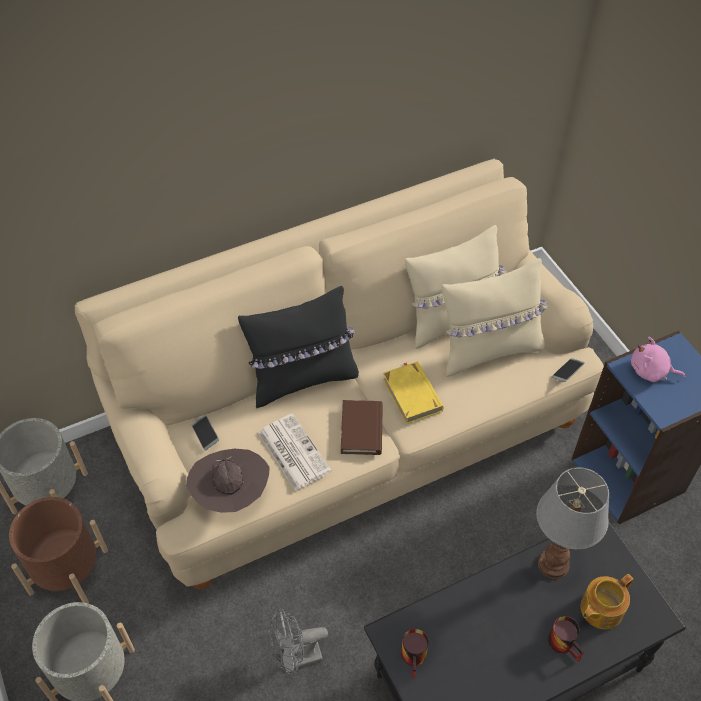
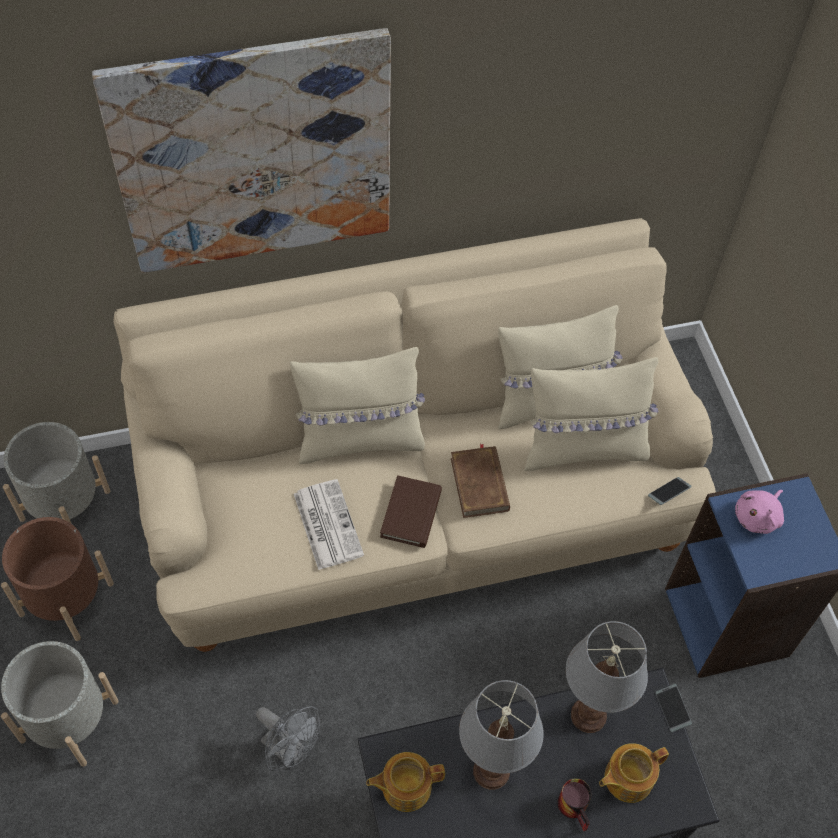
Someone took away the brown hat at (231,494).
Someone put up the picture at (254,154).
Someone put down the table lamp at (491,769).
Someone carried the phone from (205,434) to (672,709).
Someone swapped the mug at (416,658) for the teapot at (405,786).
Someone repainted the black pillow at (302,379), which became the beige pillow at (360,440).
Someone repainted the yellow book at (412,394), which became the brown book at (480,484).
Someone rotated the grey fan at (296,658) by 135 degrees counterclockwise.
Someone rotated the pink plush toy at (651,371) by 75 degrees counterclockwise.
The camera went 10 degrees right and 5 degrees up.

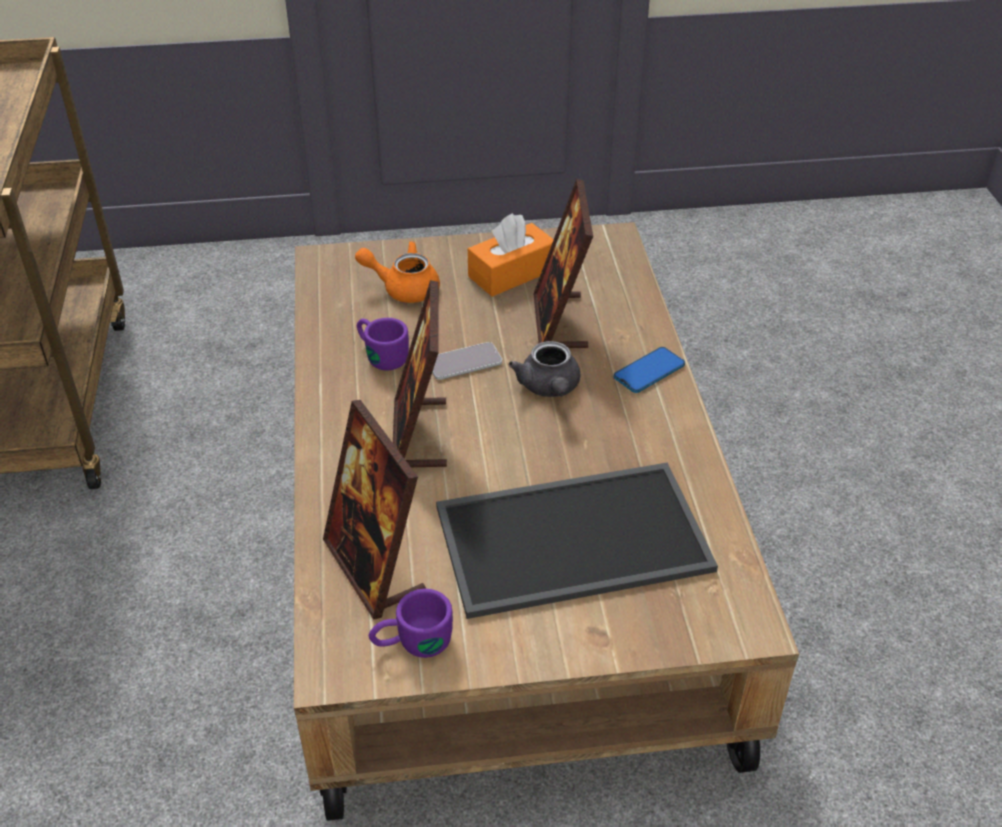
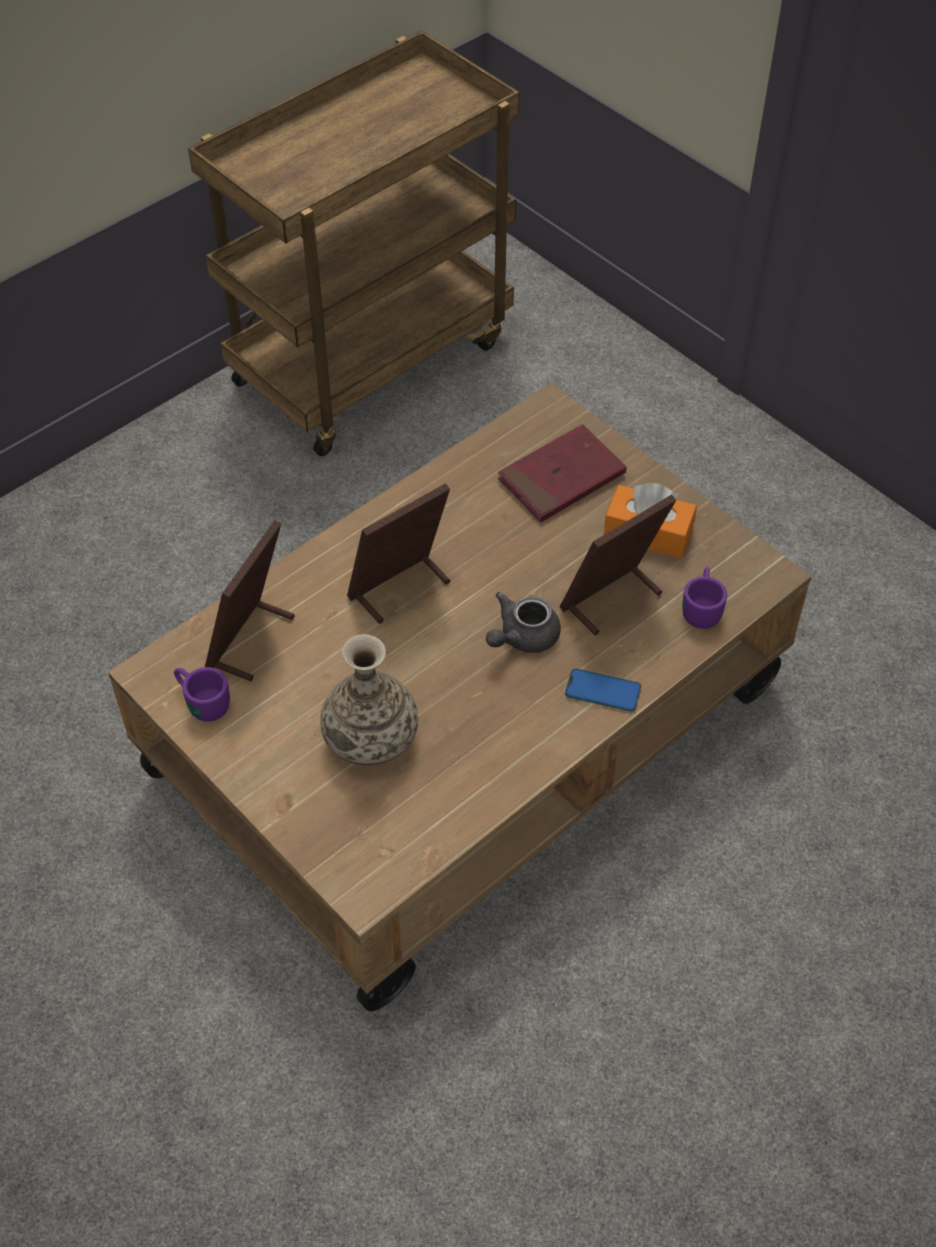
Someone took away the phone at (464,362).
Someone carried the purple mug from (380,355) to (702,606).
Someone swapped the orange teapot at (403,288) for the red book at (561,478).
Someone swapped the tray at (574,535) for the vase at (371,738).
The camera went 55 degrees right and 10 degrees up.

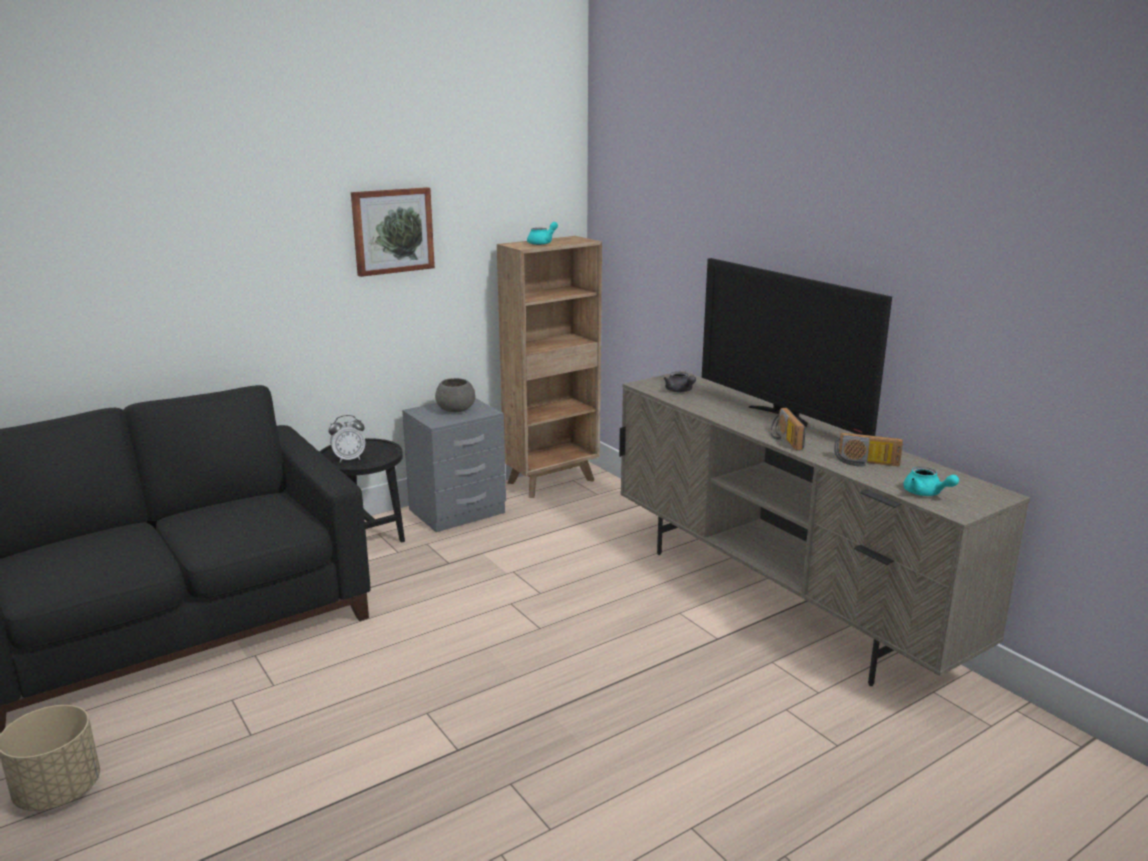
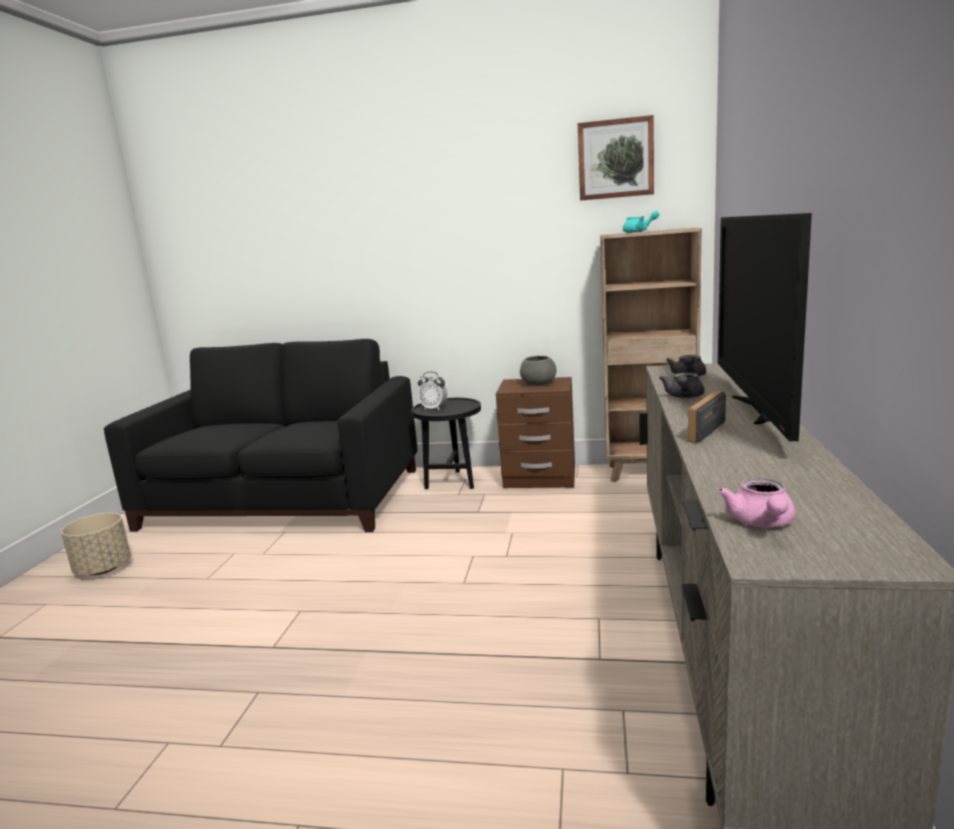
Someone took away the radio at (865,463).
Someone put down the grey teapot at (684,397).
Someone carried the picture from (392,231) to (615,159).
Someone repainted the grey nightstand at (457,512), which became the brown nightstand at (540,478).
Someone repainted the turquoise teapot at (926,493), which became the pink teapot at (761,523).
The camera went 45 degrees right and 5 degrees down.

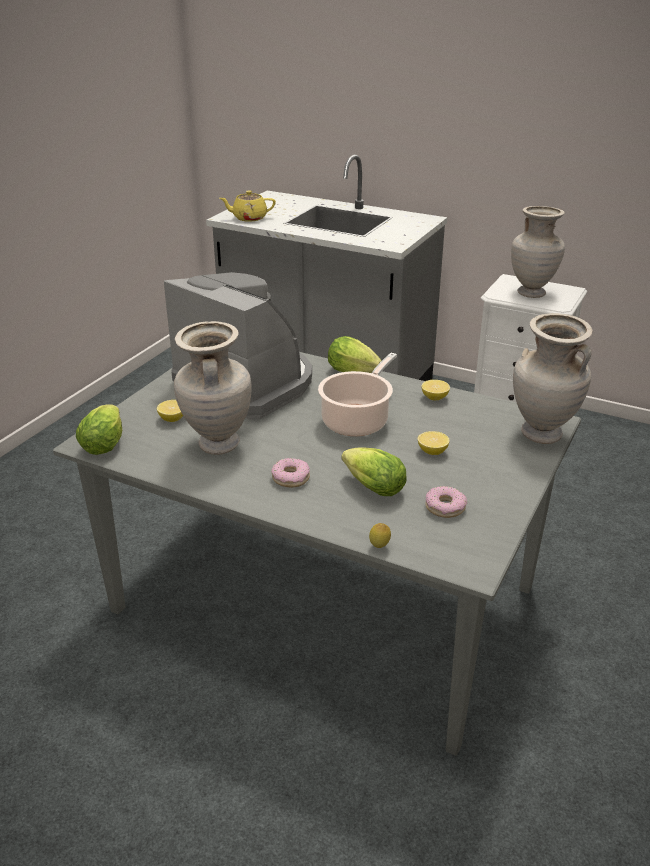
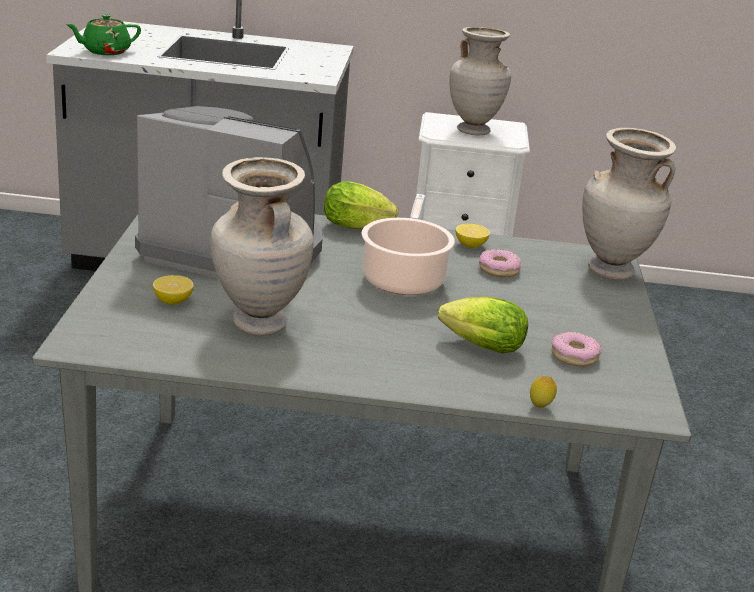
Someone took away the lettuce at (105,443).
Someone took away the lemon at (432,452).
Someone carried the donut from (291,478) to (499,269).
Someone repainted the yellow teapot at (249,218), which became the green teapot at (105,51).
The camera went 25 degrees left and 5 degrees down.

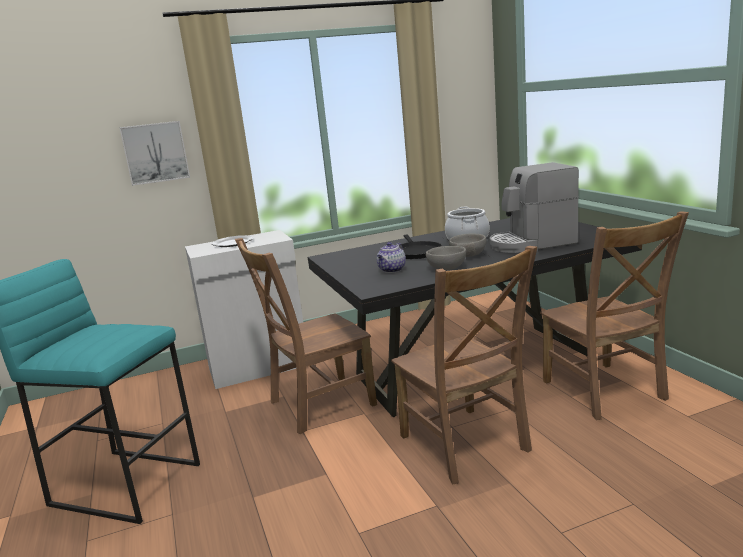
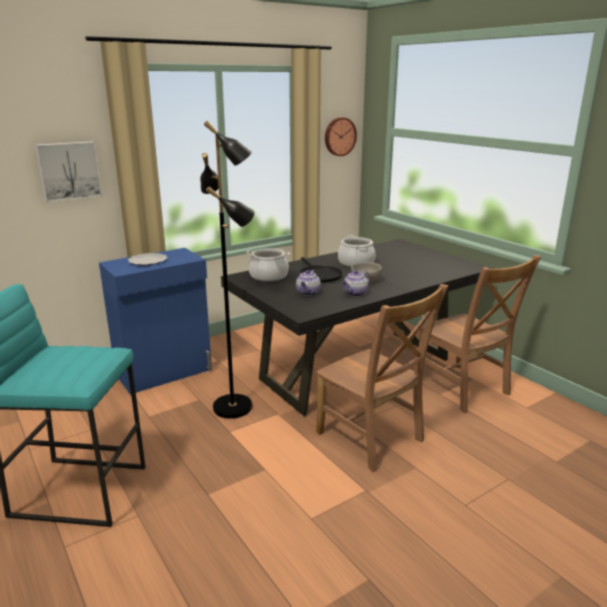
Someone took away the coffee machine at (531,243).
Someone put down the cooking pot at (268,276).
Someone put up the wall clock at (339,136).
Someone swapped the brown chair at (318,405) for the black floor lamp at (234,407).
Someone swapped the grey bowl at (446,268) for the teapot at (355,293).
Someone repainted the white cabinet at (260,367), which became the blue cabinet at (165,372).
The camera went 15 degrees left and 5 degrees up.

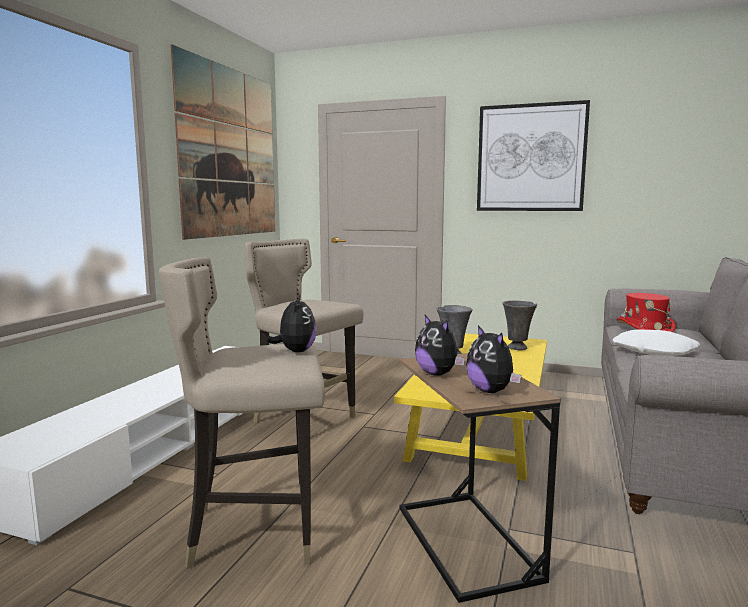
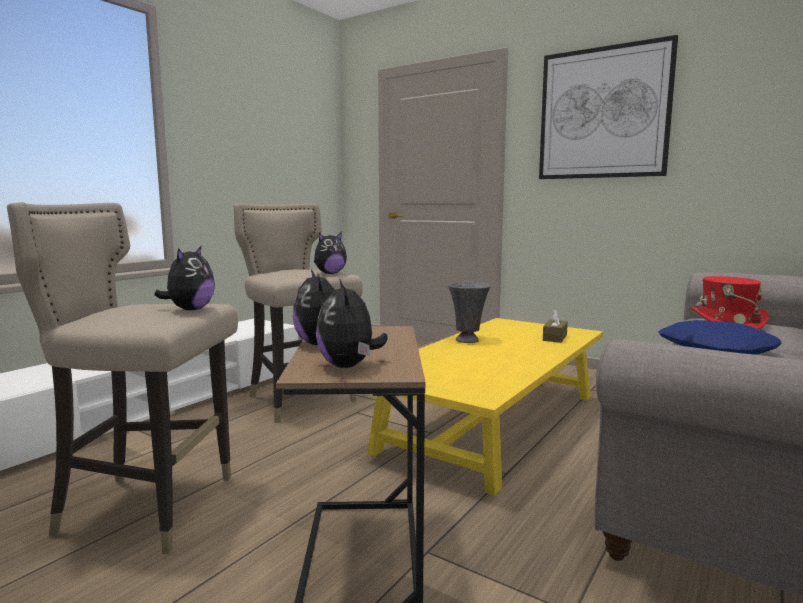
Someone took away the picture at (230,153).
Someone put down the plush toy at (330,273).
Someone swapped the grey vase at (517,348) for the brown tissue box at (554,338).
Someone repainted the white pillow at (654,351), which became the blue pillow at (715,349).
The camera went 15 degrees right and 0 degrees up.

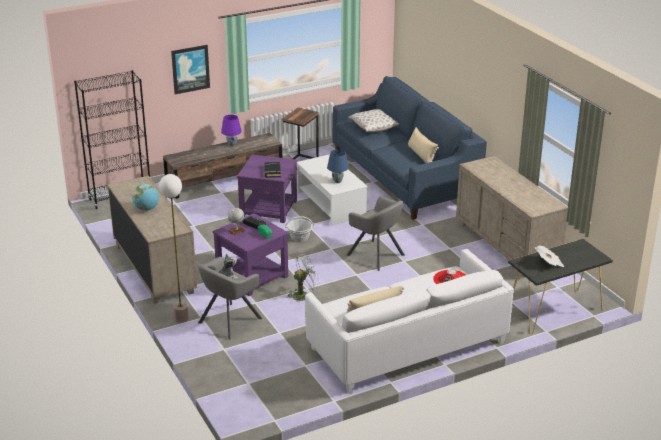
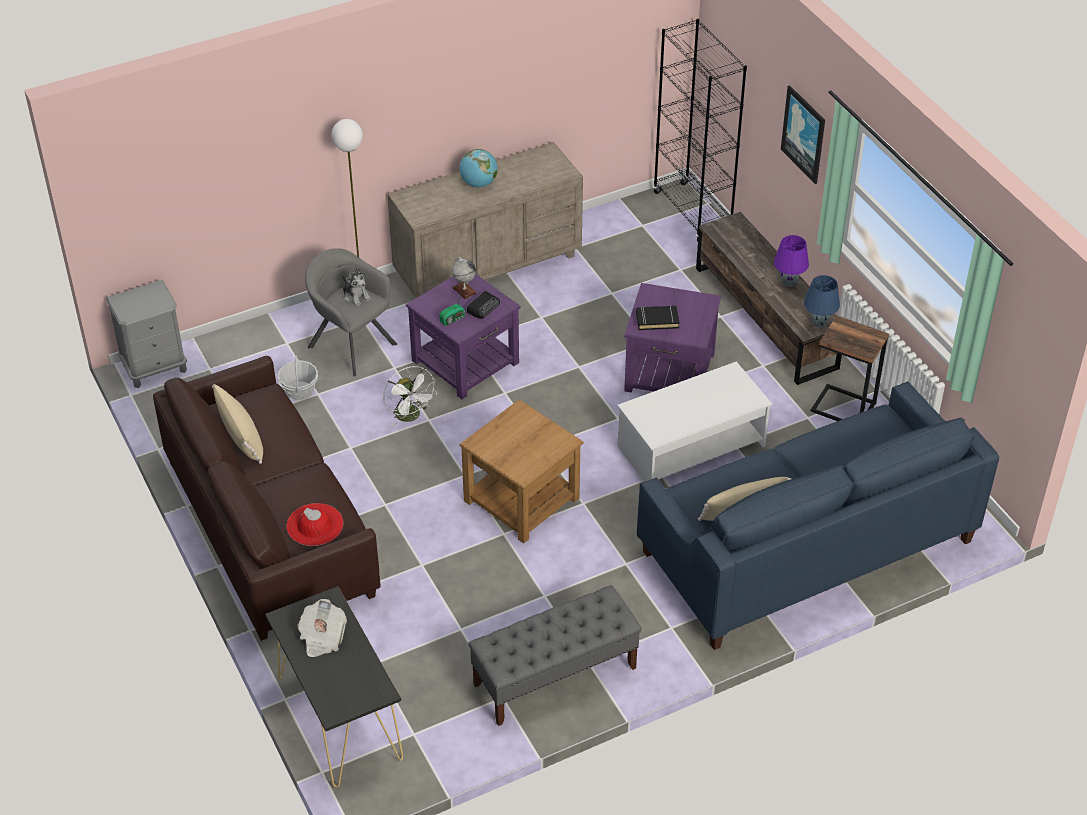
Someone took away the pillow at (373,128).
Someone put down the grey nightstand at (155,367).
Someone carried the basket from (299,237) to (299,390).
Someone carried the blue table lamp from (338,181) to (818,323).
Someone swapped the grey armchair at (375,255) for the brown side table at (522,499).
Someone swapped the beige dresser at (506,245) for the grey bench at (554,676).
Someone repainted the white sofa at (406,345), which became the brown sofa at (270,526).
The camera went 90 degrees right and 15 degrees up.

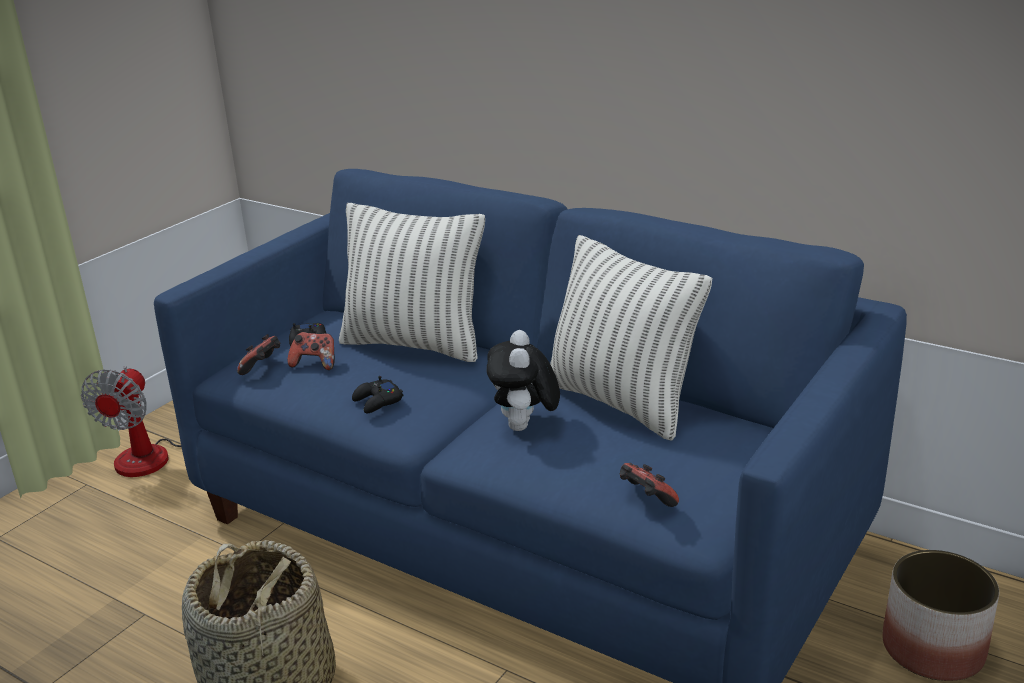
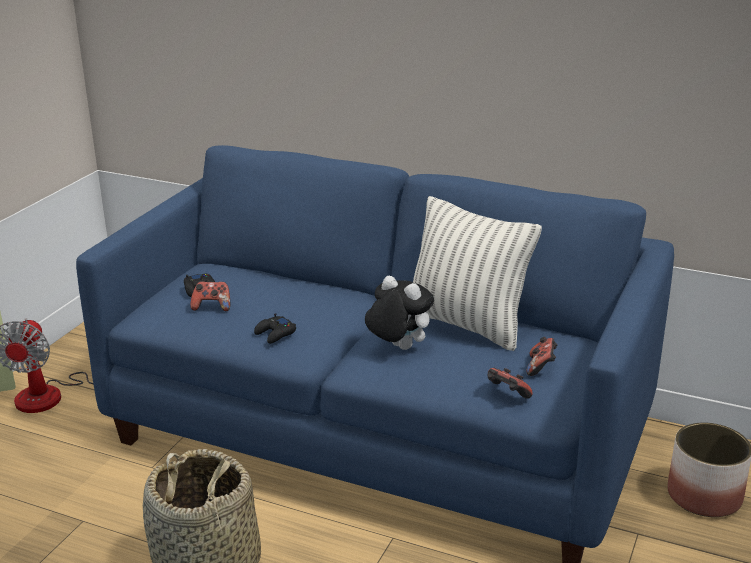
Someone took away the pillow at (415,344).
Someone carried the game controller from (262,367) to (541,367).
Someone rotated the plush toy at (524,427) by 135 degrees clockwise.
The camera went 10 degrees left and 0 degrees up.

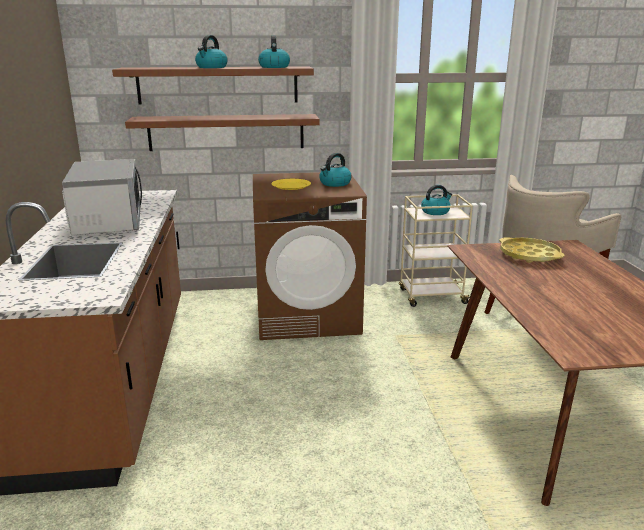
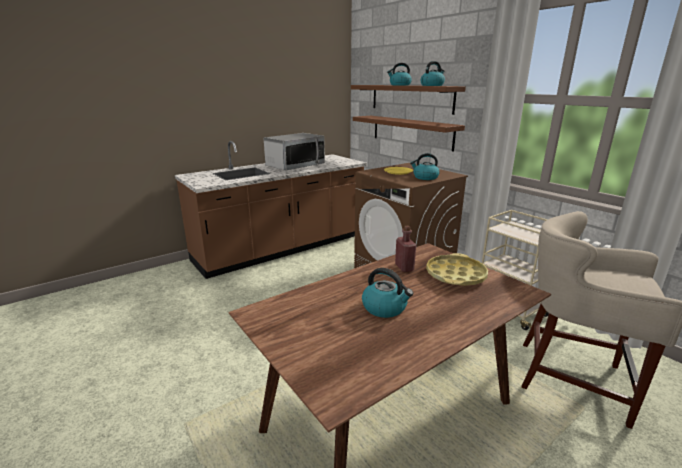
Someone put down the red bottle at (404,267).
Someone carried the kettle from (435,212) to (385,308).
The camera went 60 degrees right and 0 degrees up.

